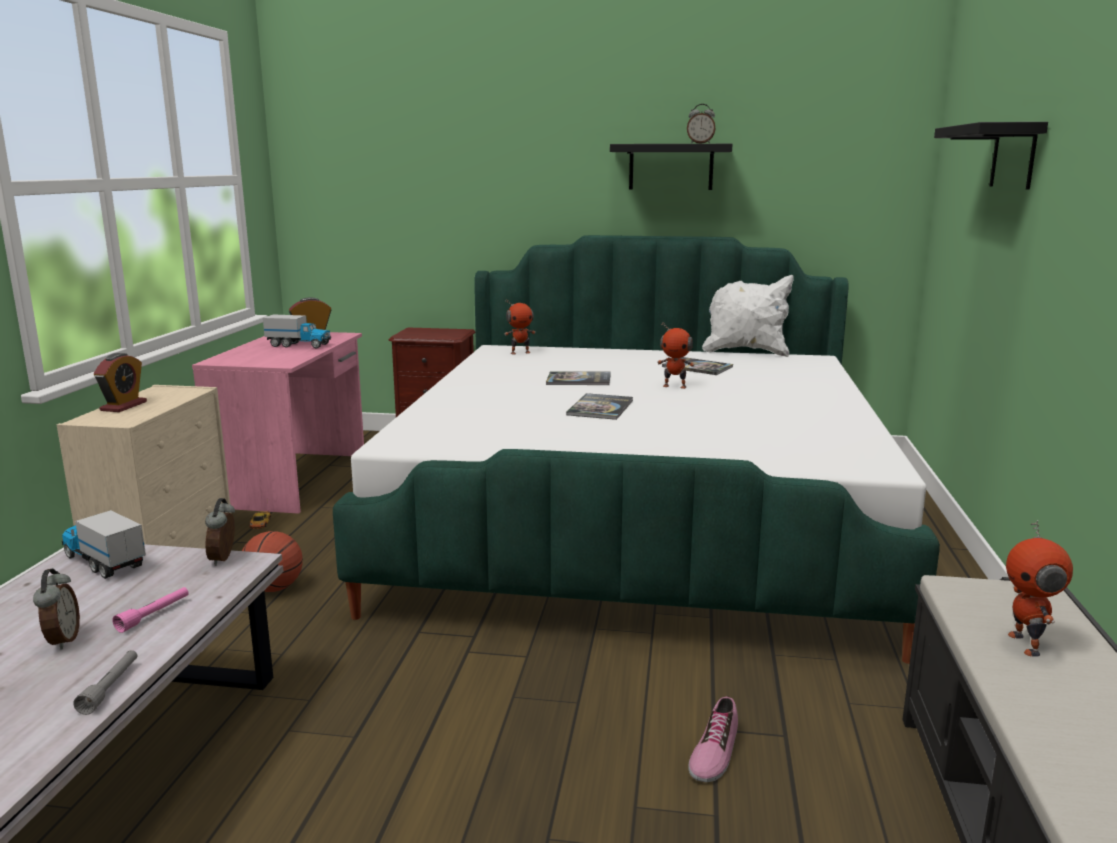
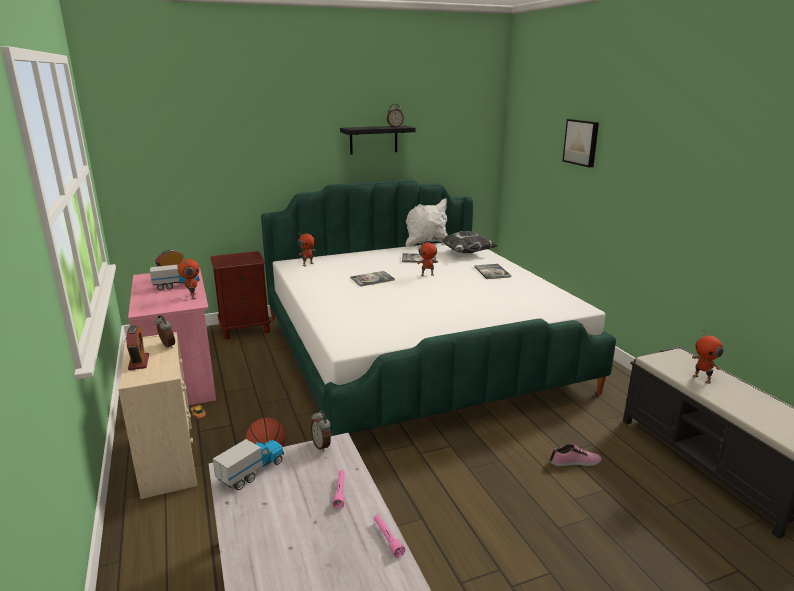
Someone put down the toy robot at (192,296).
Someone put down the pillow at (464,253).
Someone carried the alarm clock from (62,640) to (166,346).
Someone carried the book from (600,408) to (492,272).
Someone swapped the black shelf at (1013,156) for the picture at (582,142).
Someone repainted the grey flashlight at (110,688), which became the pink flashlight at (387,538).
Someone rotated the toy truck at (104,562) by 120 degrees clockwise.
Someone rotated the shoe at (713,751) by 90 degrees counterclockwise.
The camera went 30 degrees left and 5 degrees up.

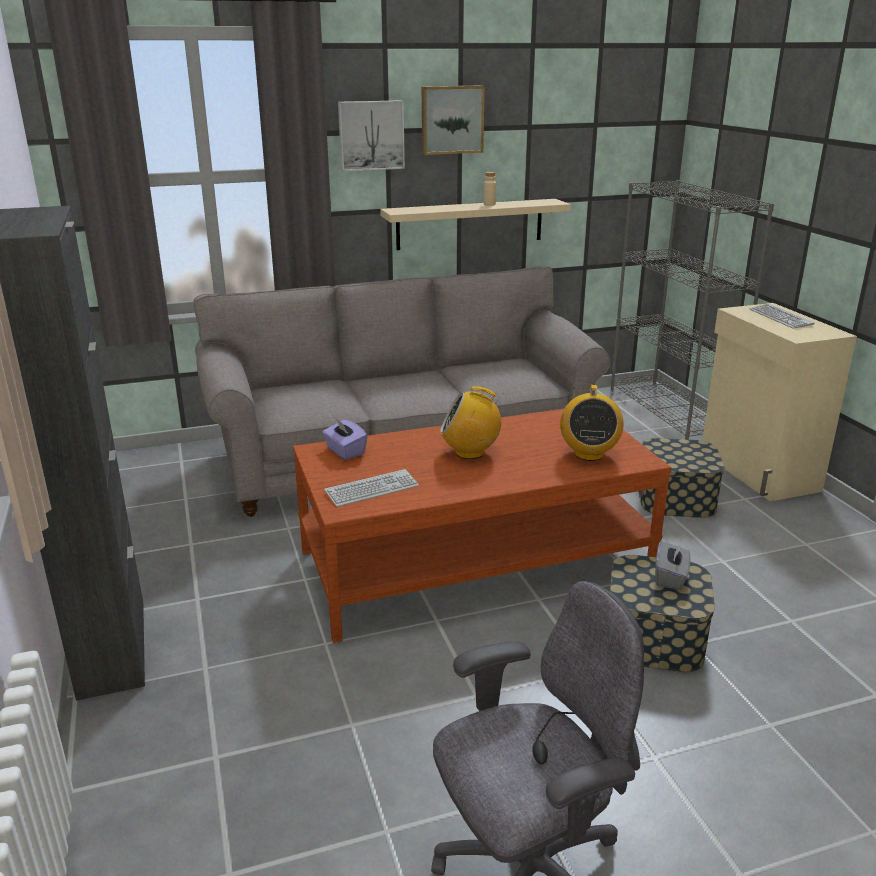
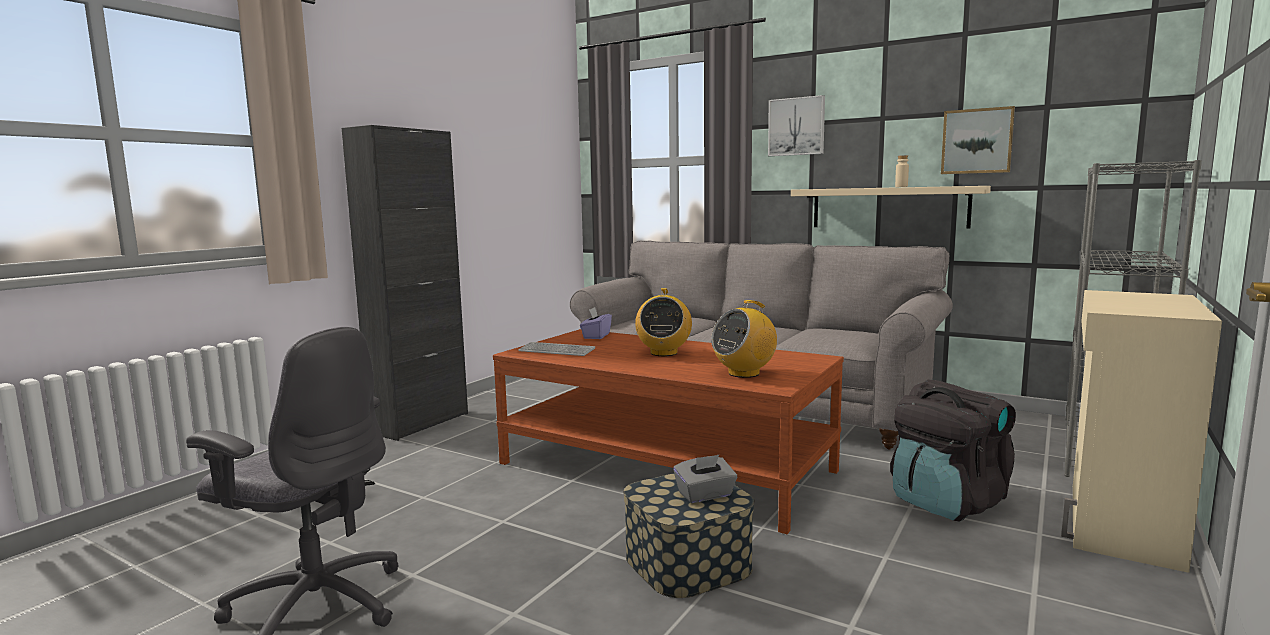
Someone took away the keyboard at (780,317).
Someone carried the picture from (451,119) to (977,141).
Someone swapped the storage box at (676,498) for the black backpack at (947,502).
Someone rotated the radio at (470,452) by 135 degrees counterclockwise.
The camera went 50 degrees right and 15 degrees down.

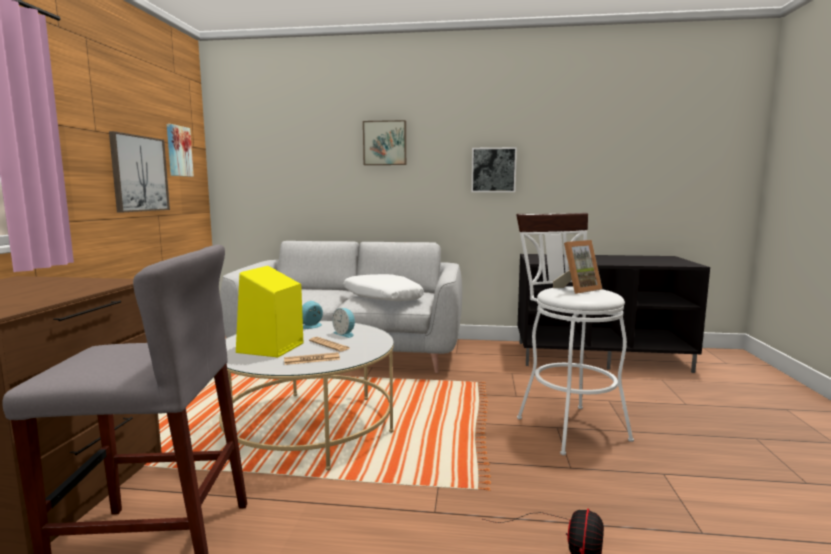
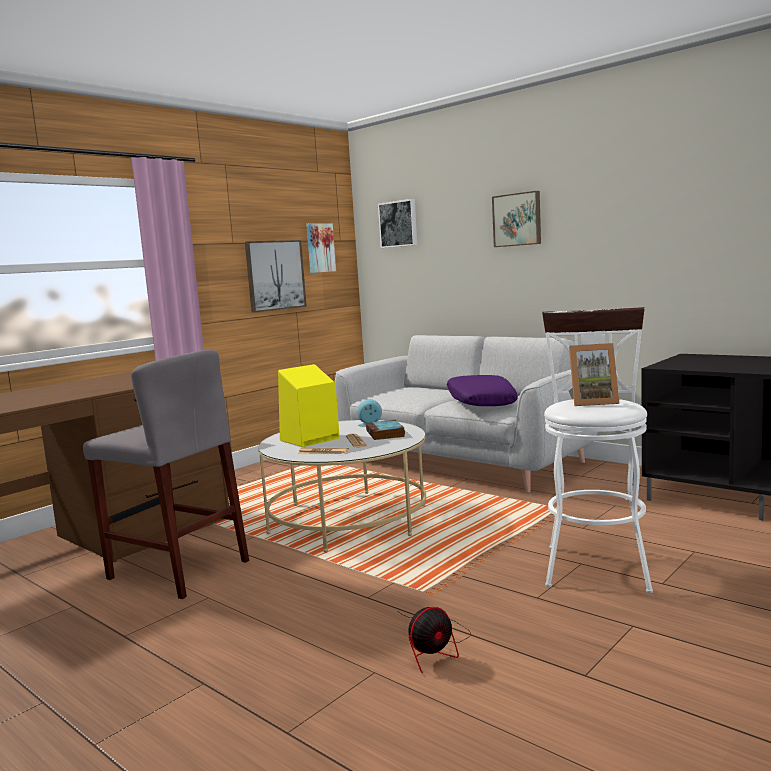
Someone carried the picture from (493,170) to (398,224).
Someone swapped the alarm clock at (345,334) for the book at (385,434).
Someone repainted the white pillow at (381,298), which became the purple pillow at (480,402).
The camera went 35 degrees right and 0 degrees up.

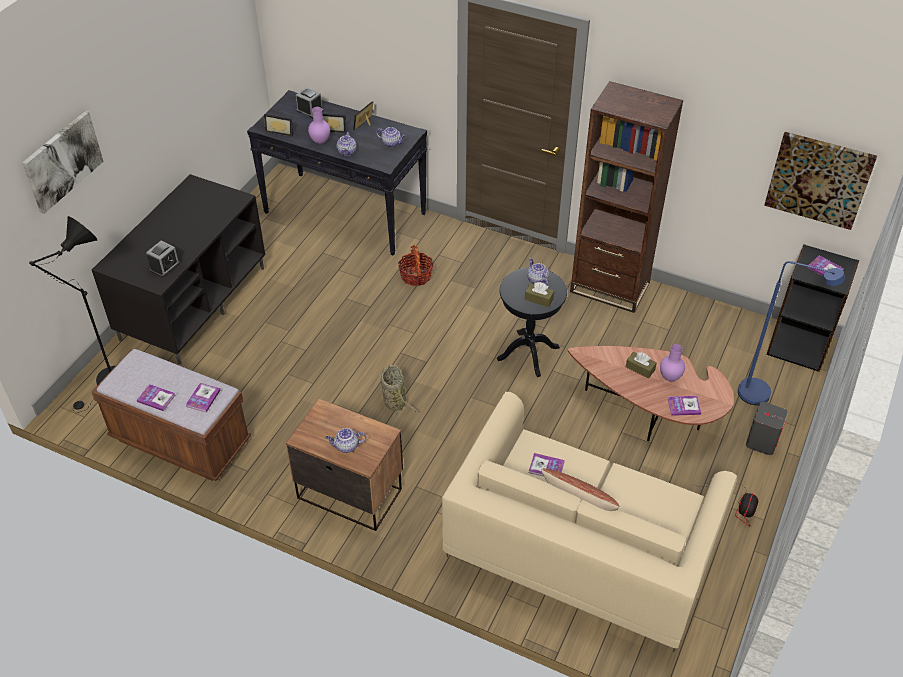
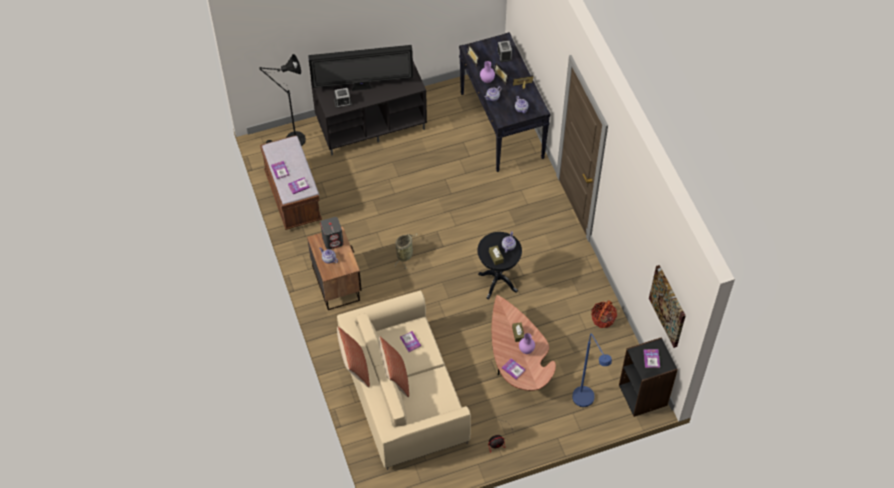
Someone took away the picture at (62,161).
Someone took away the brown bookcase at (609,287).
Someone put down the television at (363,87).
Someone put down the pillow at (354,368).
Someone carried the basket from (416,276) to (603,318).
Someone carried the grey speaker from (761,441) to (333,241).
The camera went 45 degrees right and 10 degrees up.

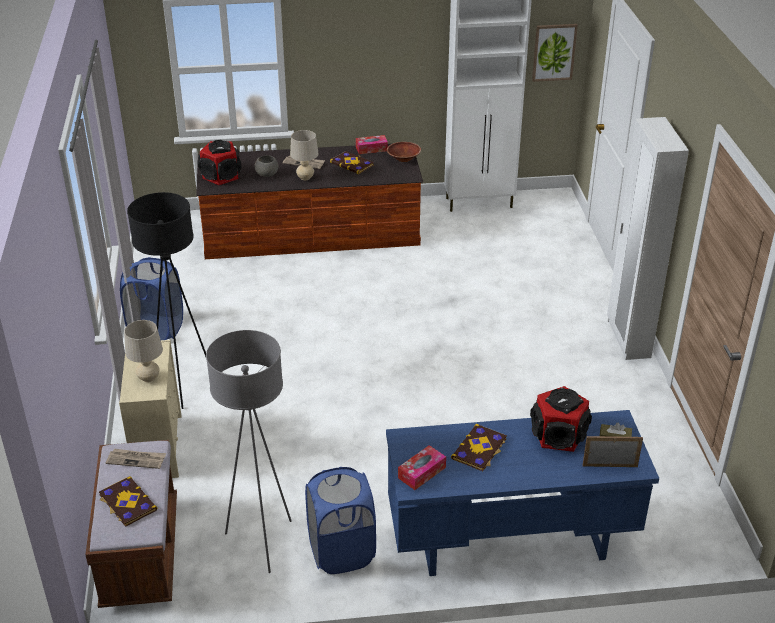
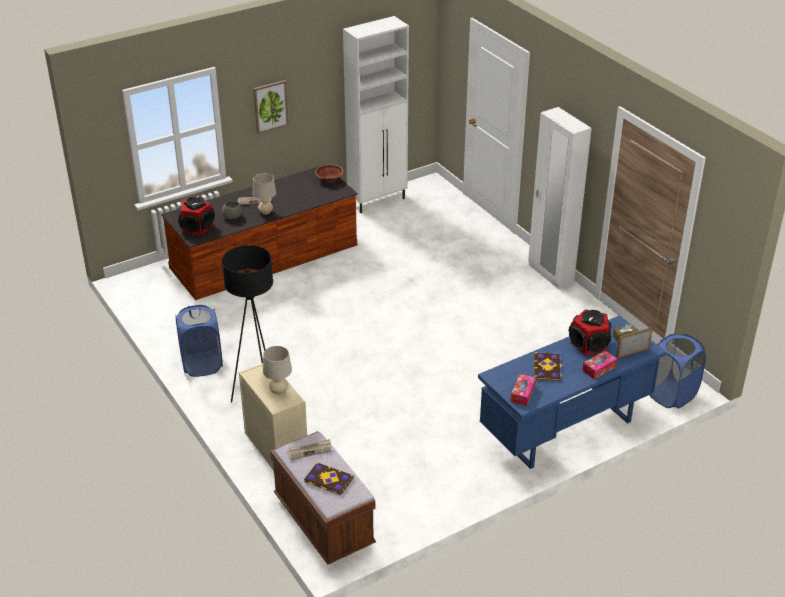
Someone took away the grey floor lamp at (262,543).
Someone took away the book at (352,163).
Someone carried the blue laundry basket from (341,552) to (671,395).
Someone carried the tissue box from (371,149) to (599,368).
Someone carried the picture from (554,52) to (270,106).
The camera went 25 degrees left and 0 degrees up.

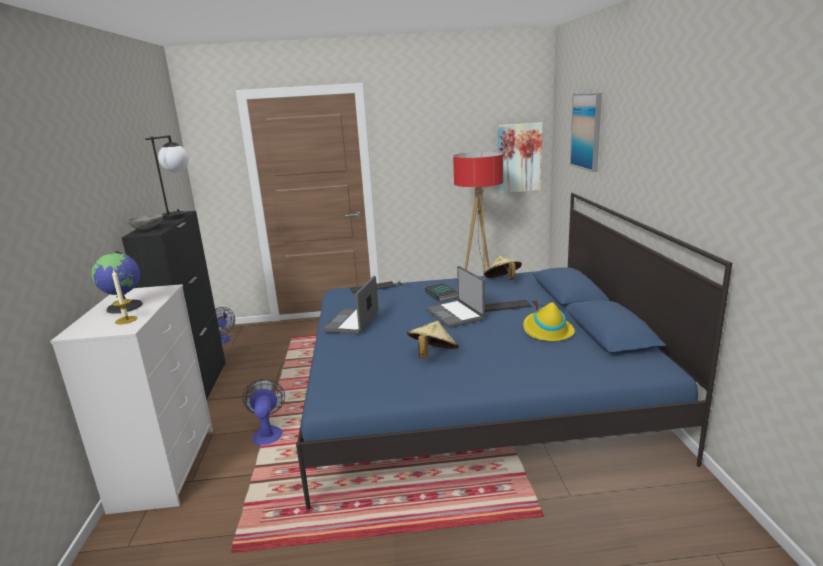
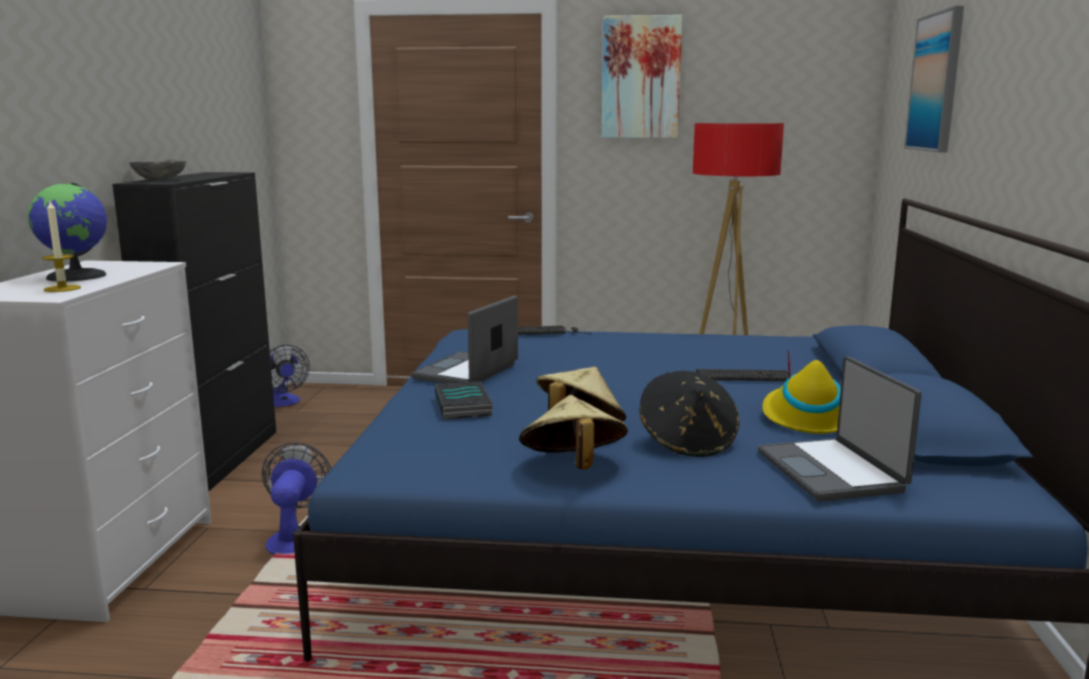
Someone took away the table lamp at (180,215).
Someone put down the black hat at (688,442).
Someone carried the book from (442,295) to (464,406).
Someone carried the laptop from (455,314) to (832,471).
Someone carried the beige hat from (502,281) to (572,467).
Someone carried the picture from (519,158) to (641,77).
The camera went 10 degrees right and 5 degrees down.

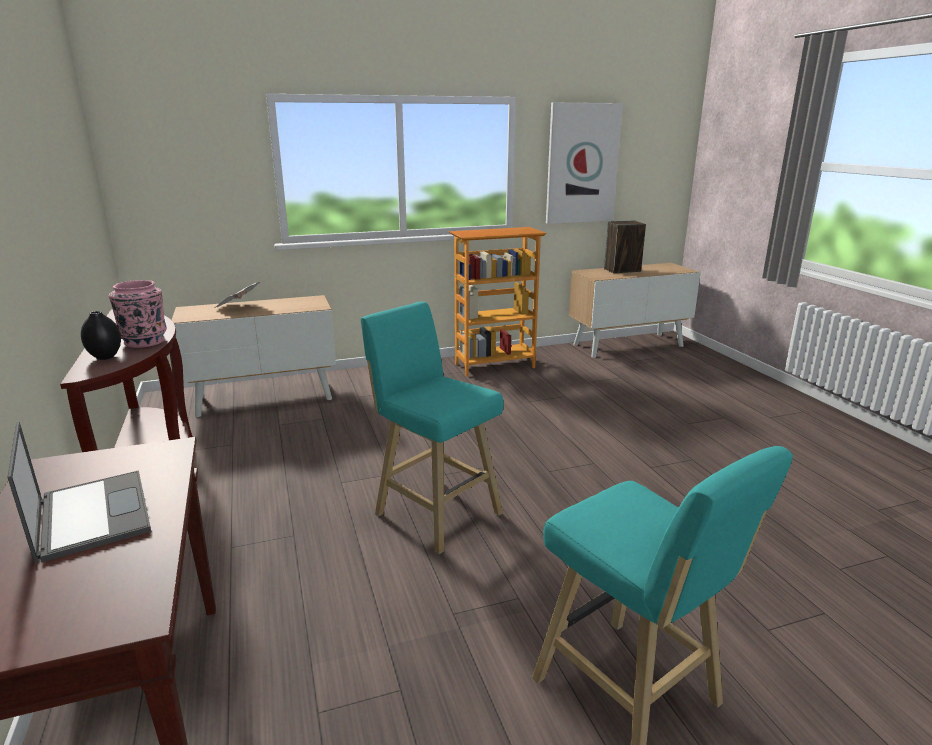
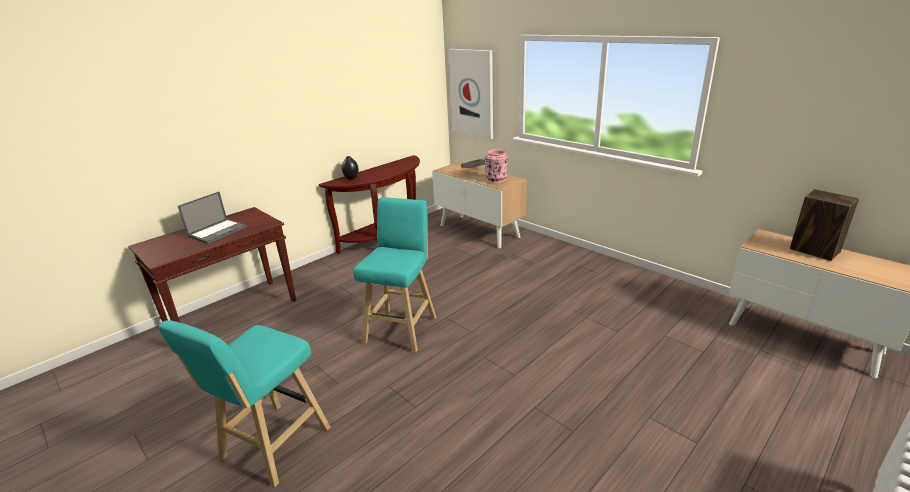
Someone took away the bookcase at (494,365).
Someone carried the pink vase from (145,341) to (496,180).
Someone carried the picture from (582,164) to (472,93).
The camera went 65 degrees right and 5 degrees up.

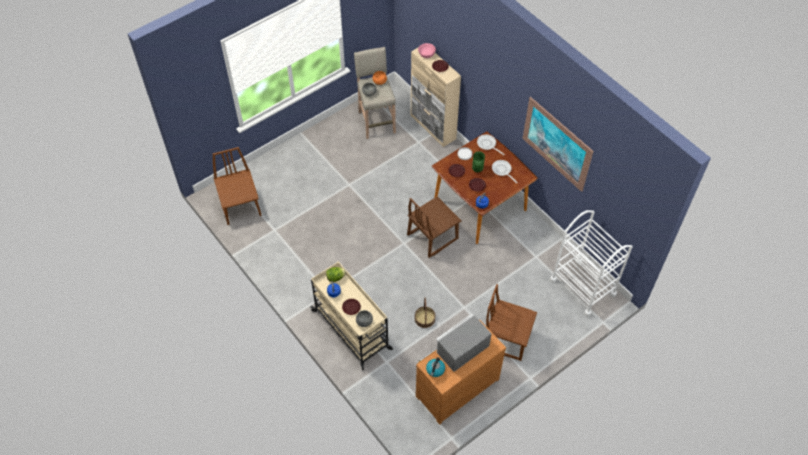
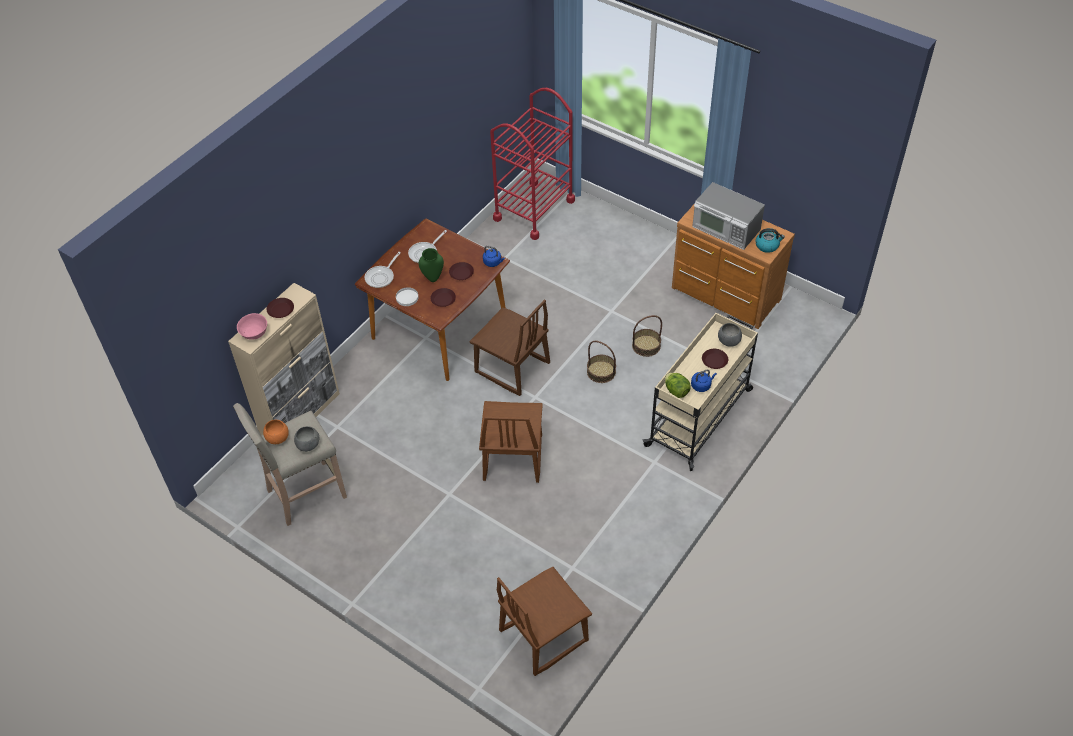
Someone took away the picture at (556,144).
Someone put down the basket at (601,372).
Someone carried the brown chair from (506,338) to (512,458).
Someone repainted the white cart at (582,287), which became the red cart at (534,209).
The camera went 105 degrees left and 5 degrees down.

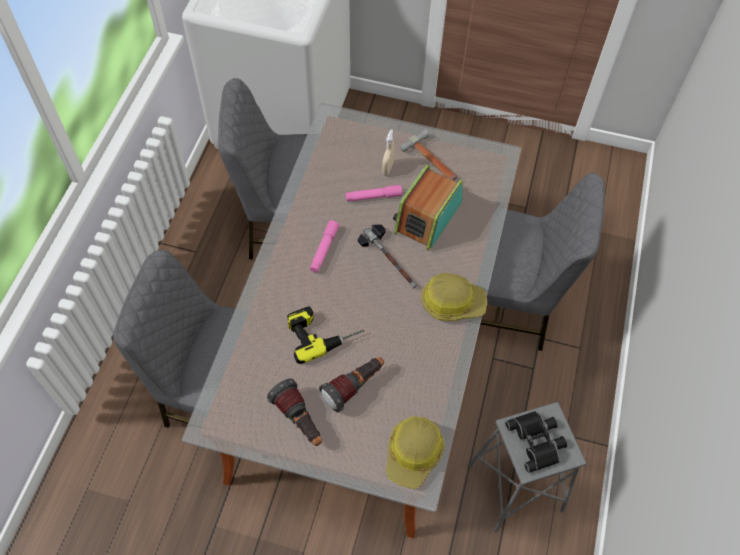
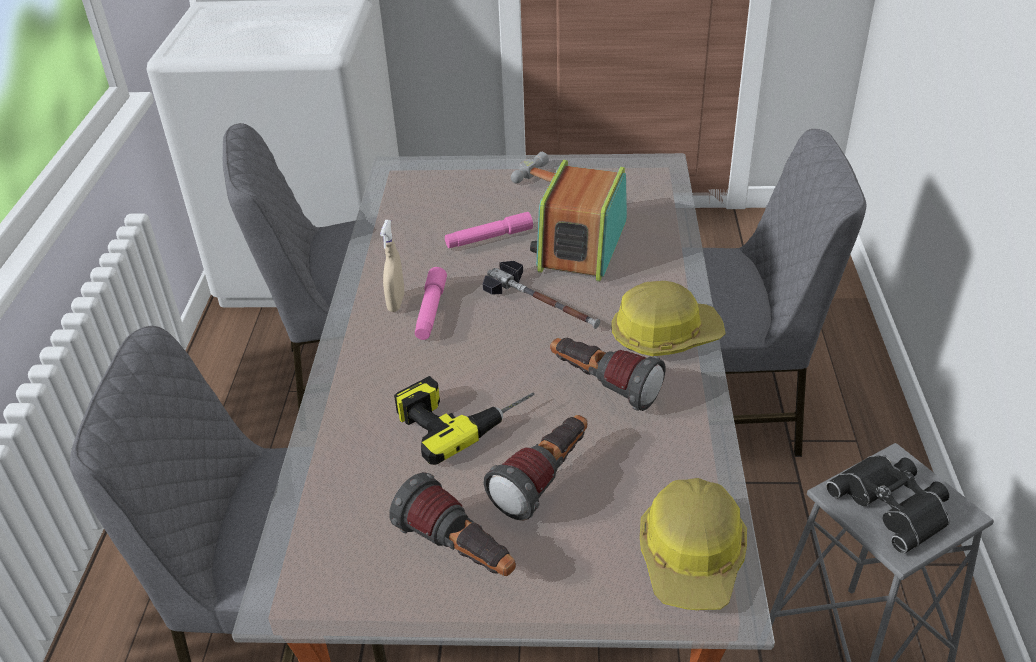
Someone put down the flashlight at (603,386).
Someone carried the beige spray bottle from (387,168) to (396,303).
The camera went 10 degrees left and 20 degrees down.

